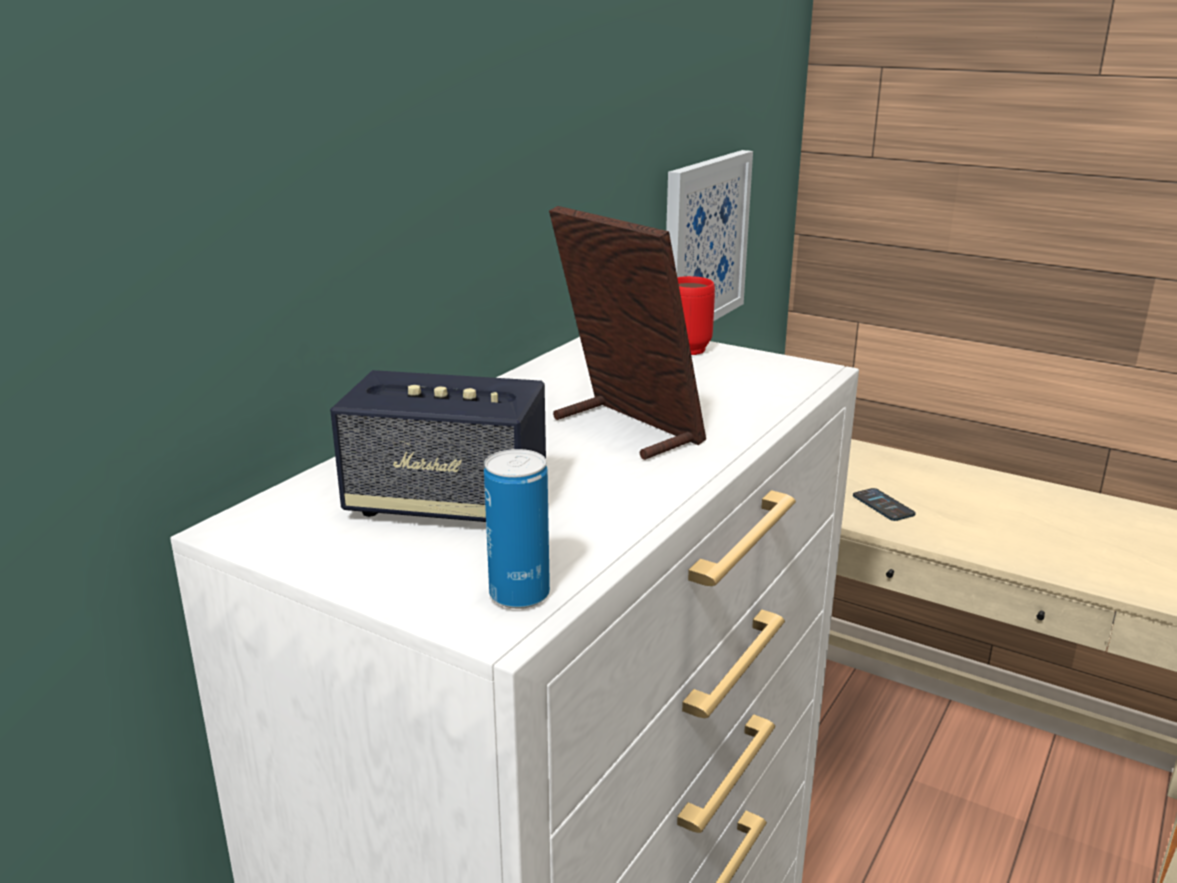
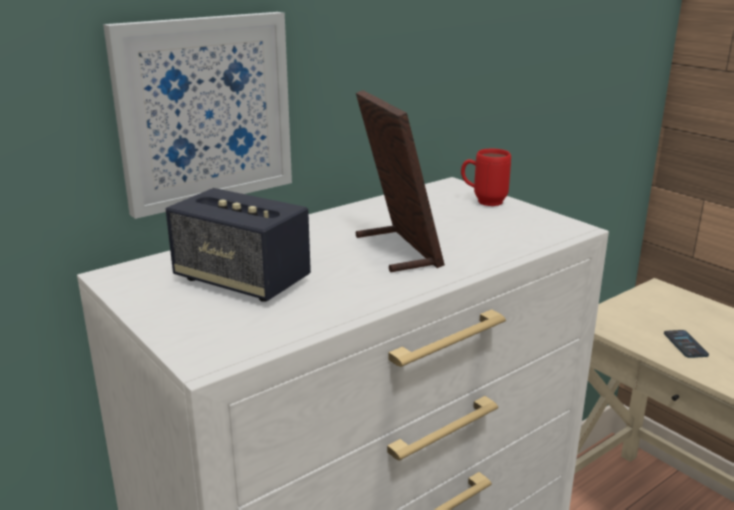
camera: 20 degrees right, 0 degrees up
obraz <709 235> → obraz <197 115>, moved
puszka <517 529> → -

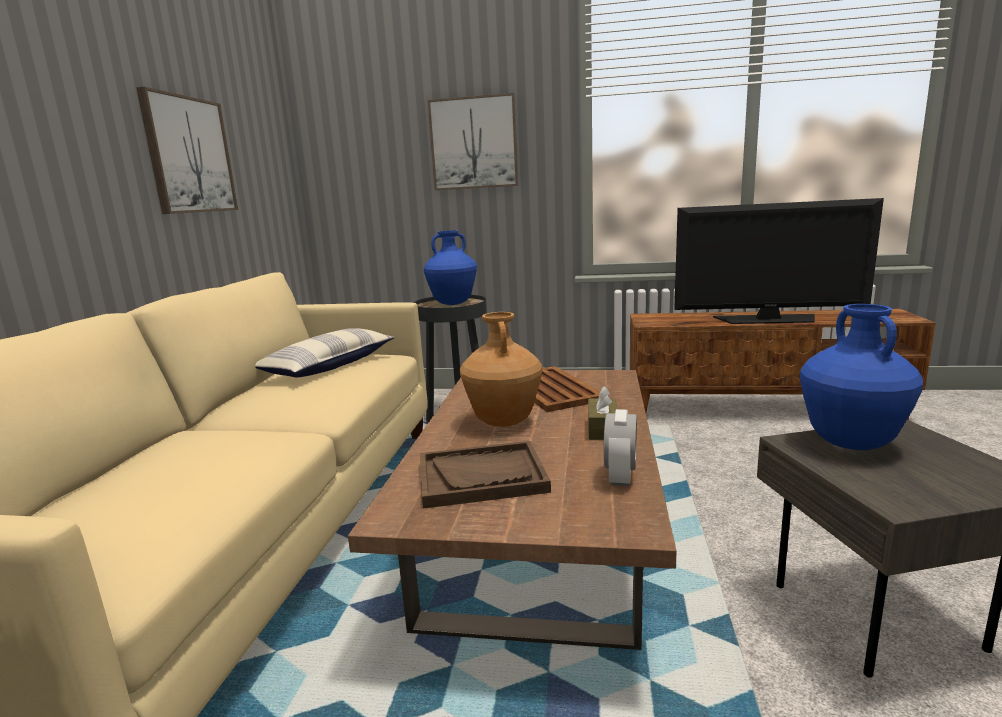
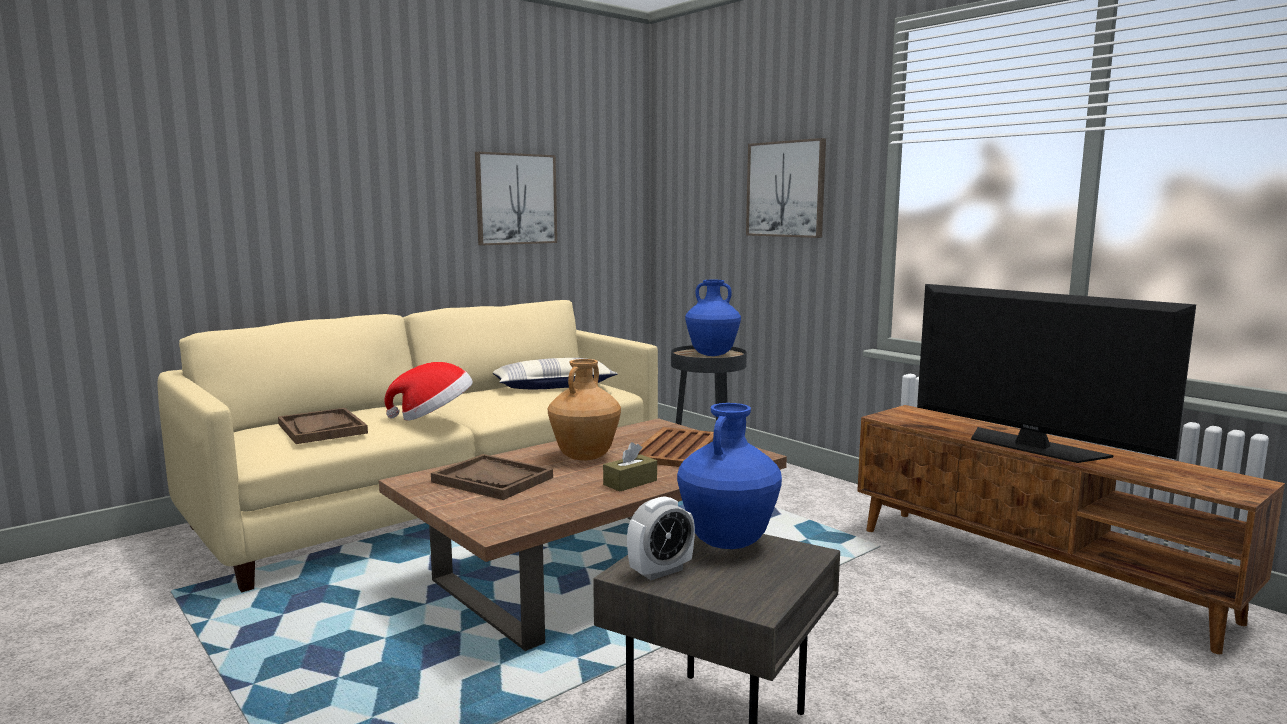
camera: 40 degrees right, 5 degrees down
- → taca/brązowy <323 426>
- → kapelusz <429 391>
budzik <620 448> → budzik <661 538>, moved

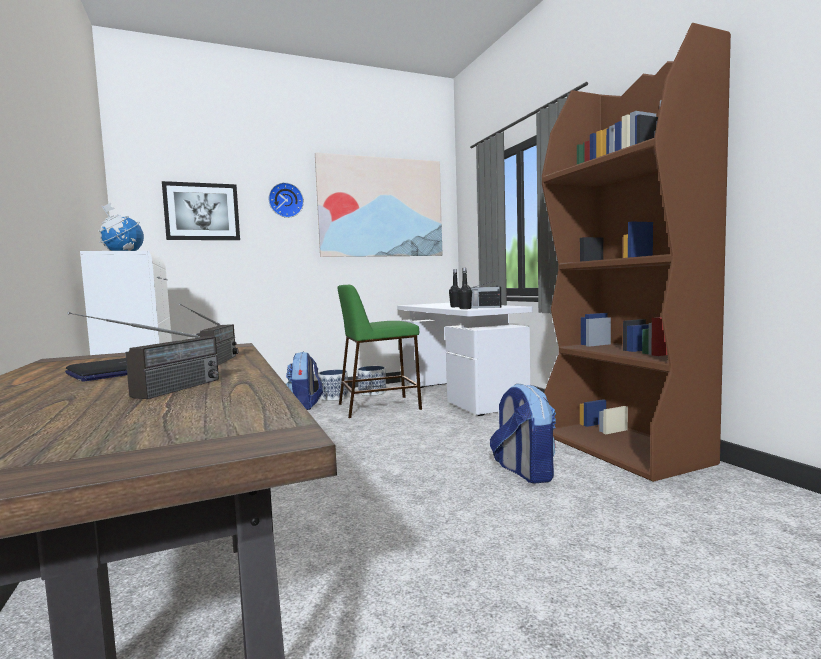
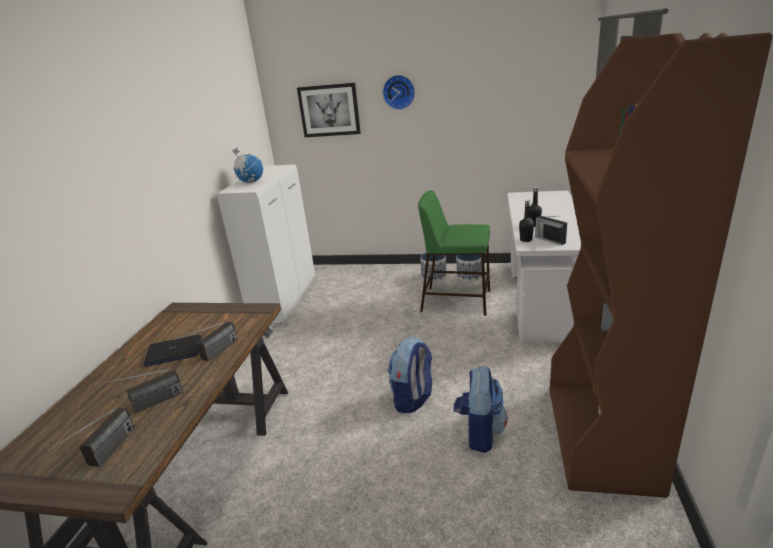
camera: 35 degrees right, 20 degrees up
- → radio <90 437>
plecak <304 381> → plecak <410 375>, moved
obraz <378 204> → -

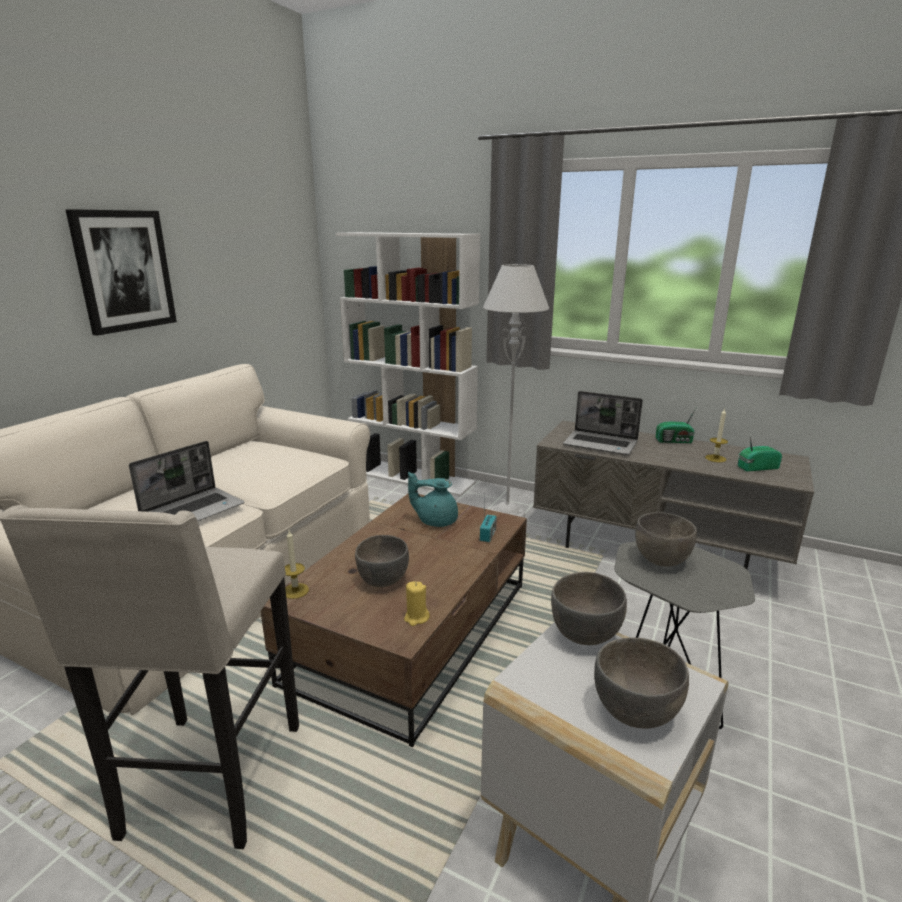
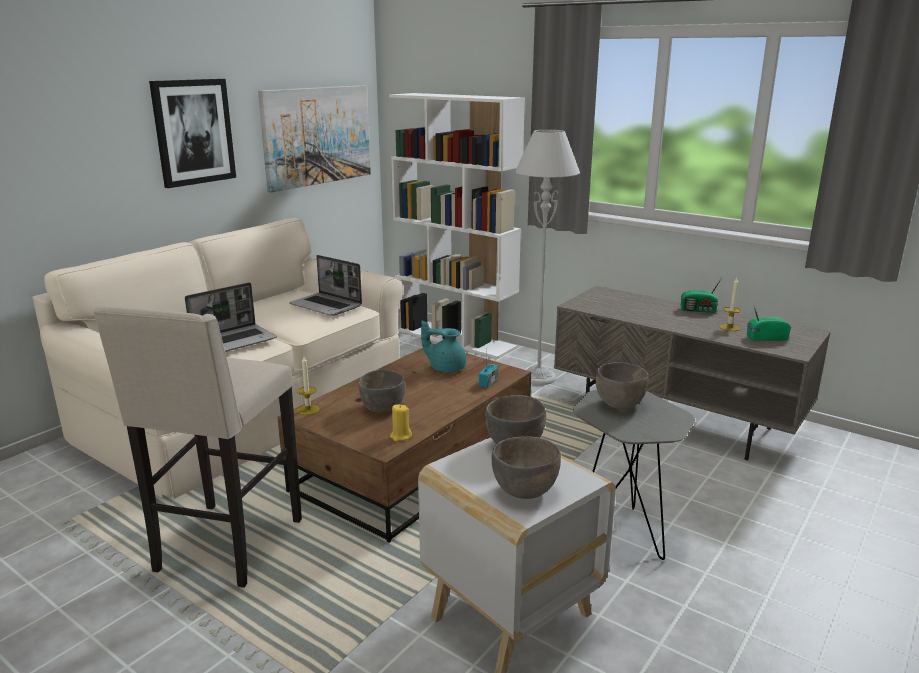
camera: 10 degrees right, 0 degrees up
- → obraz <314 139>
laptop <603 423> → laptop <325 285>, moved

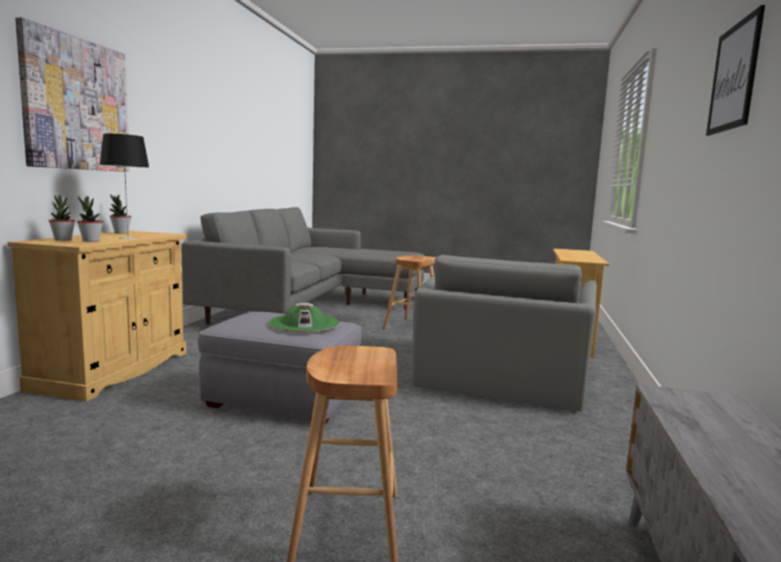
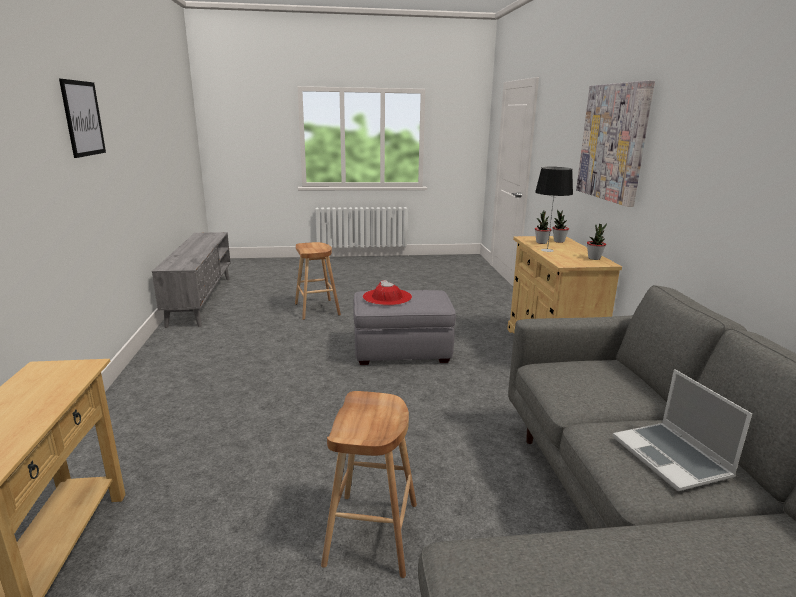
camera: 160 degrees right, 10 degrees up
kapelusz/zielony <303 317> → kapelusz/czerwony <387 292>
- → laptop <682 430>
fotel/szary <504 333> → -

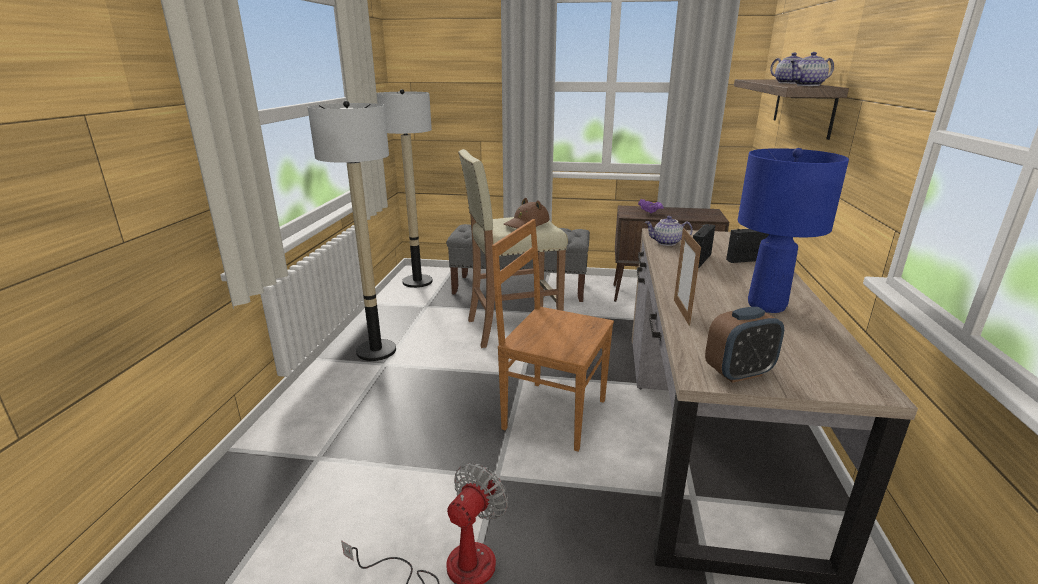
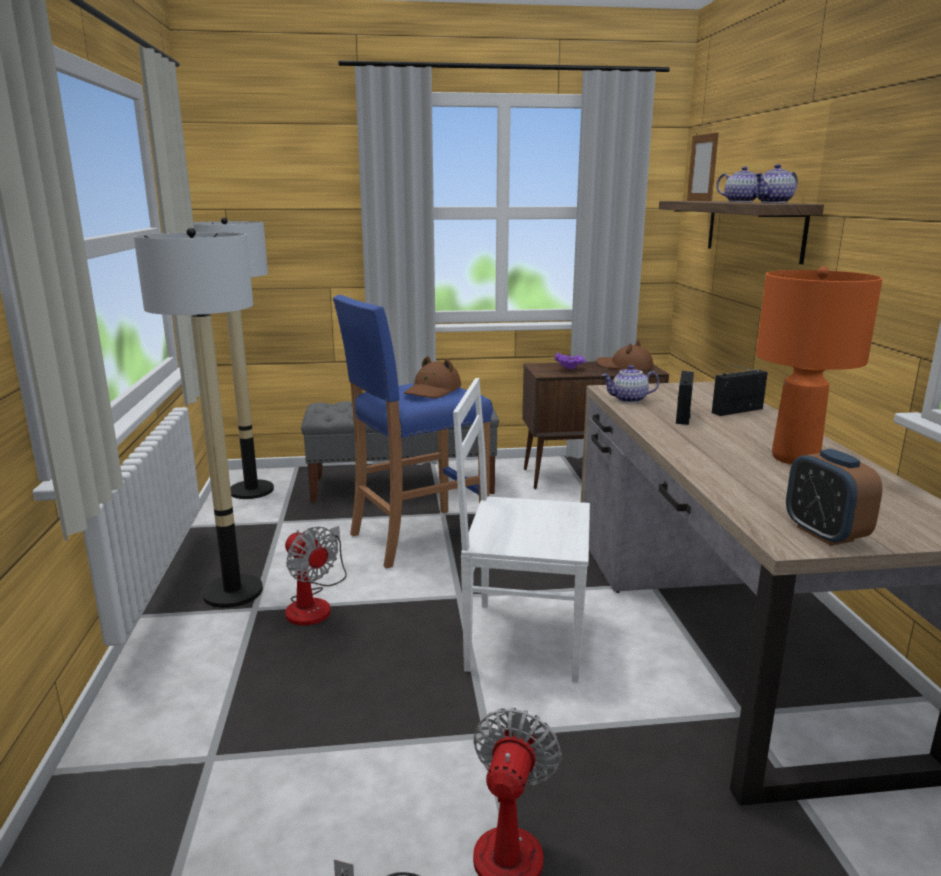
camera: 15 degrees left, 5 degrees down
- → wentylator <316 575>
stołek/beżowy <513 248> → stołek/niebieski <413 432>
krzesło/brązowy <553 335> → krzesło/biały <521 530>
- → kapelusz/brązowy <625 355>
ramka na zdjęcie <687 277> → ramka na zdjęcie <703 166>, moved
lampa stołowa/niebieski <793 230> → lampa stołowa/pomarańczowy <819 366>
budzik <744 345> → budzik <834 497>, 105 degrees clockwise

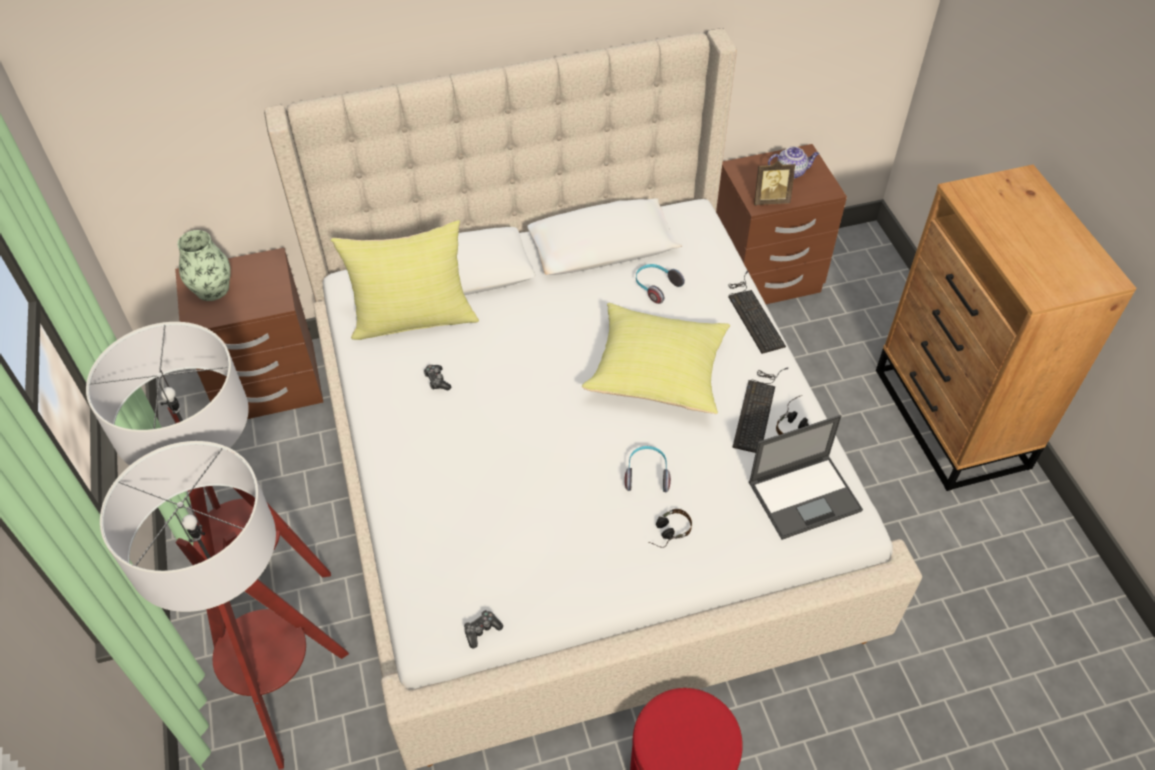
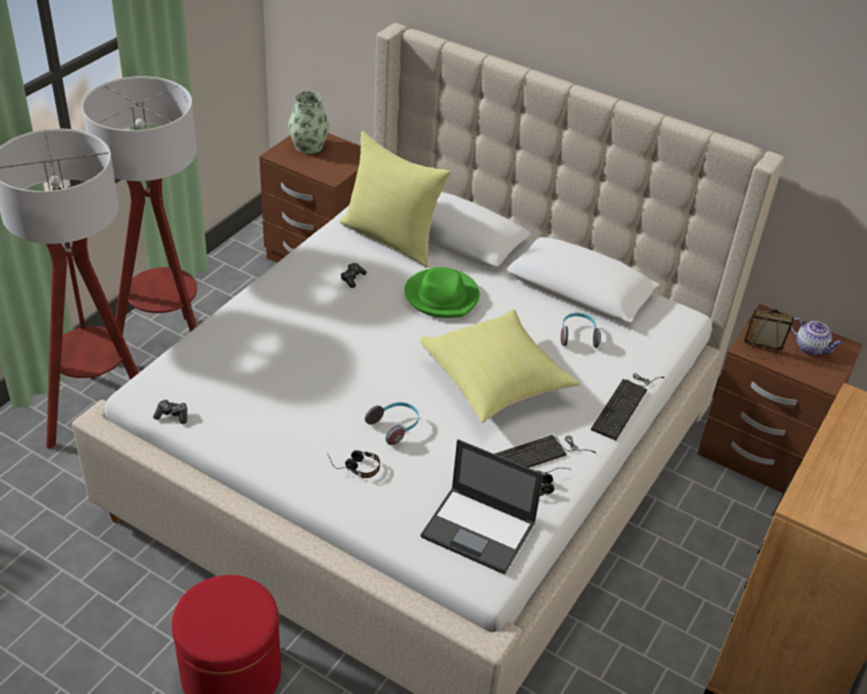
camera: 45 degrees right, 10 degrees down
- → kapelusz/zielony <442 292>
ramka na zdjęcie <775 183> → ramka na zdjęcie <769 335>, 150 degrees clockwise

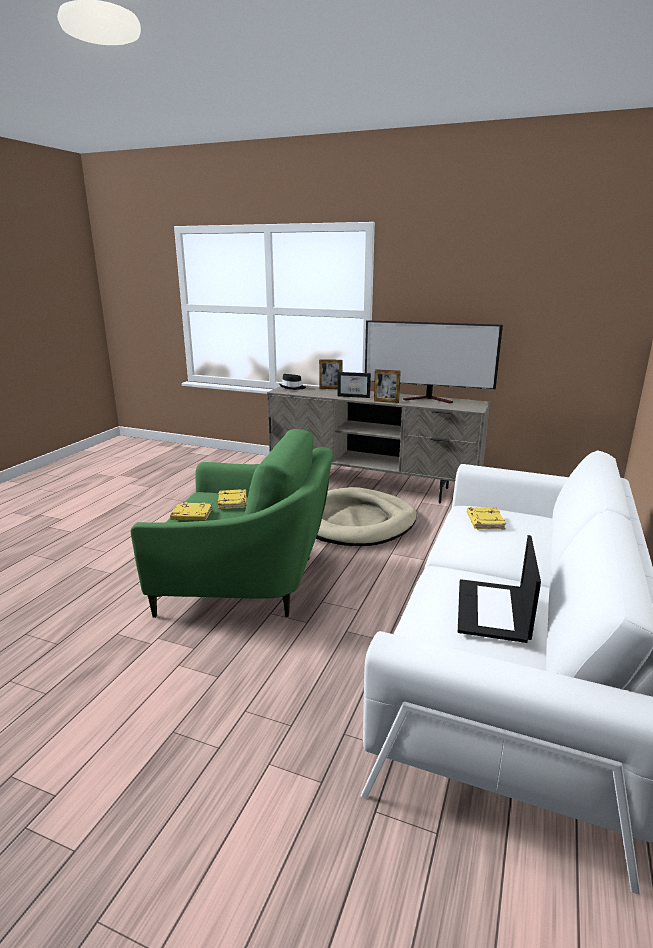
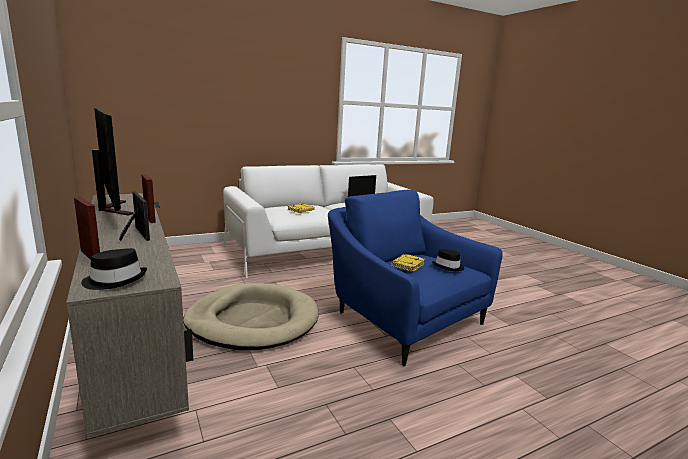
camera: 140 degrees left, 5 degrees down
fotel/zielony <232 523> → fotel/niebieski <415 278>
książka/żółty <191 511> → kapelusz/czarny <448 260>

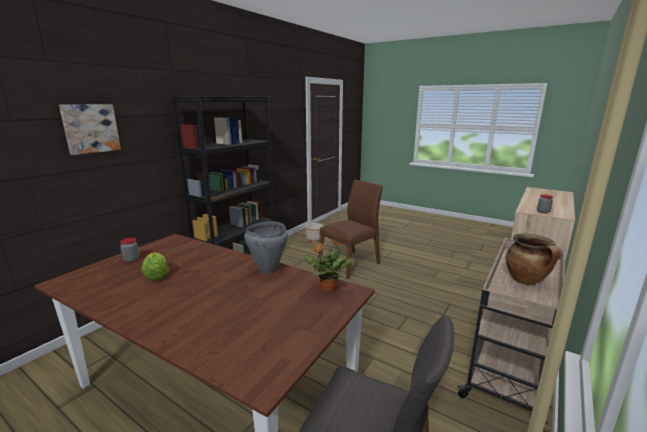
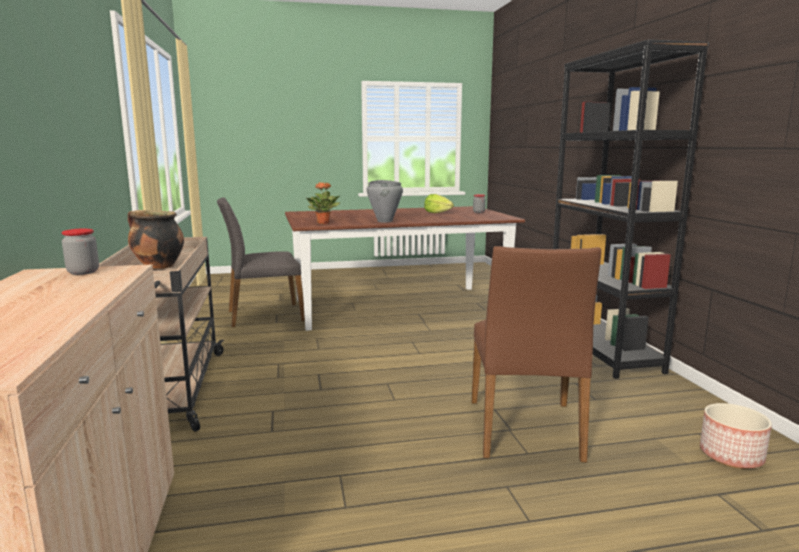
camera: 135 degrees right, 5 degrees down
obraz <90 129> → -

